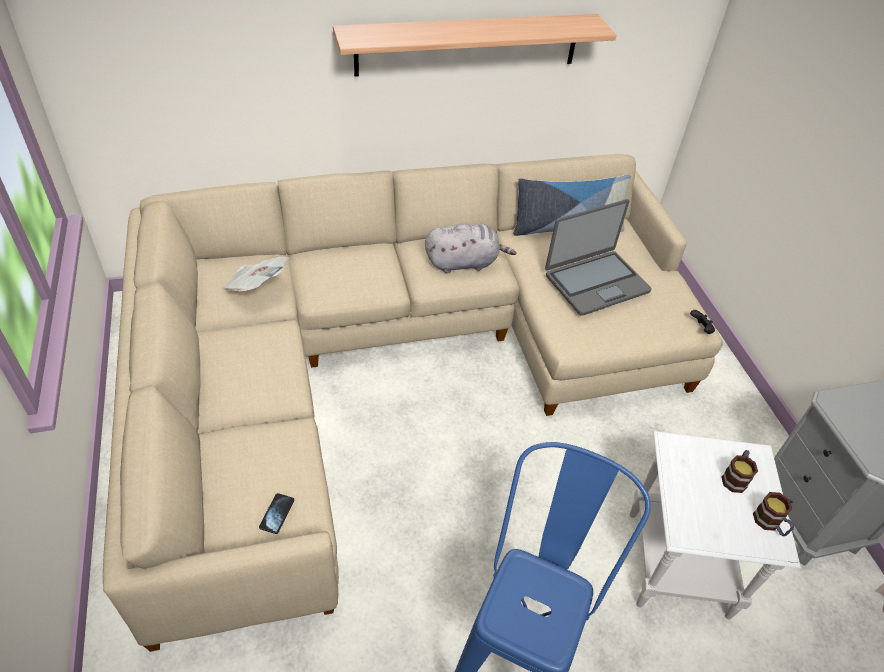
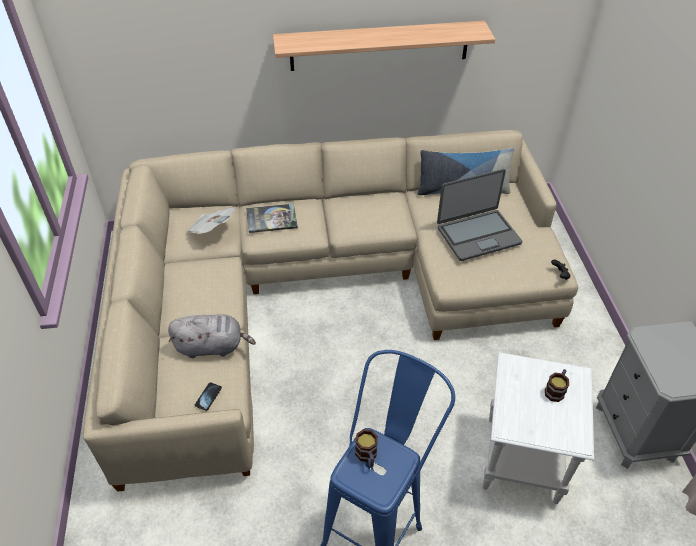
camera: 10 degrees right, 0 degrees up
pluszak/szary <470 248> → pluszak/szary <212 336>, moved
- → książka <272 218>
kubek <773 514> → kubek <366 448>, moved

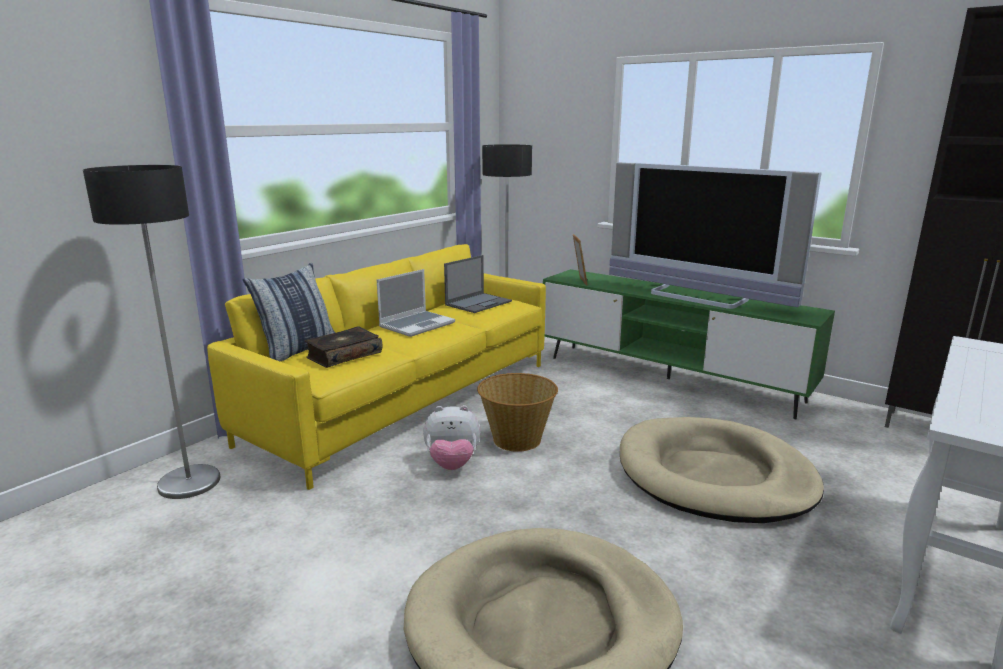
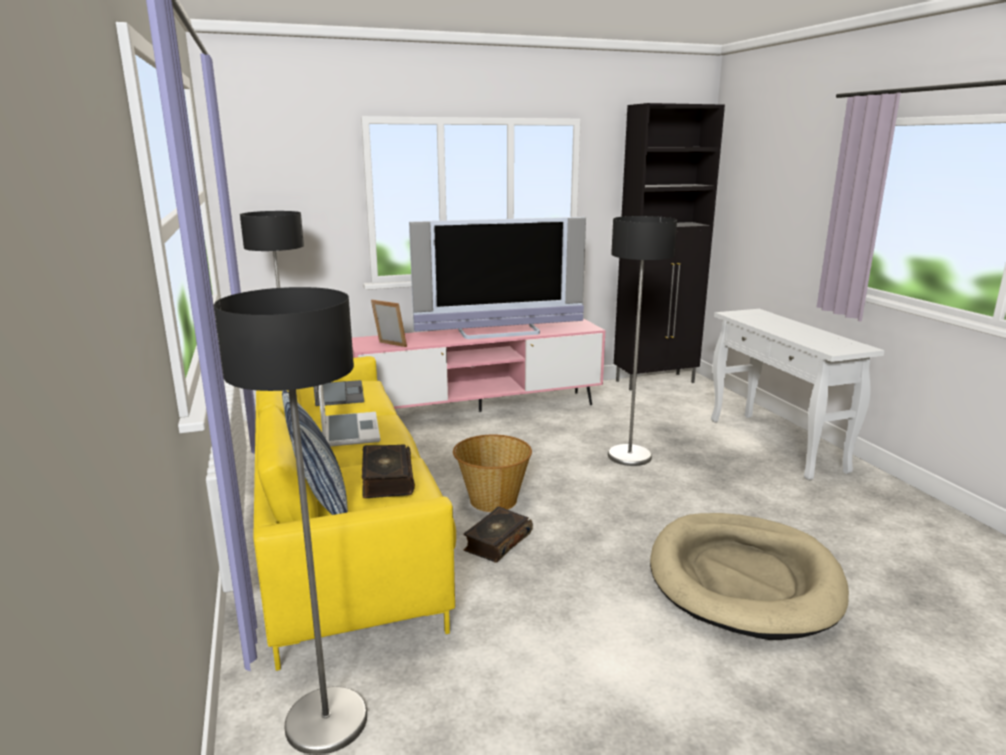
camera: 55 degrees left, 0 degrees up
szafka pod telewizor/zielony <689 344> → szafka pod telewizor/różowy <478 365>
pluszak <451 437> → książka <498 535>
legowisko/beżowy <722 470> → lampa stojąca <642 341>

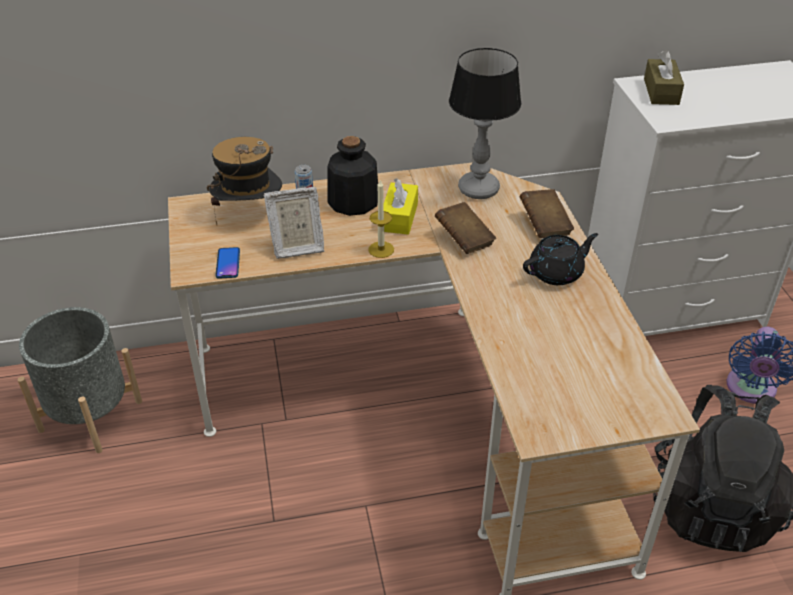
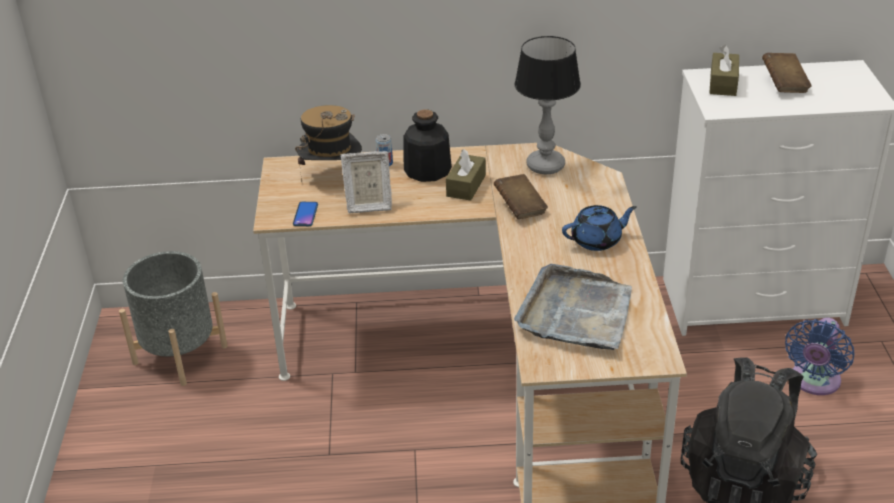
camera: 10 degrees right, 5 degrees down
pudełko chusteczek/żółty <401 206> → pudełko chusteczek/brązowy <466 175>
- → taca/szary <573 307>
imbryk/czarny <560 259> → imbryk/niebieski <599 228>
książka/brązowy <546 213> → książka/brązowy <787 73>, moved
świeca <381 219> → -

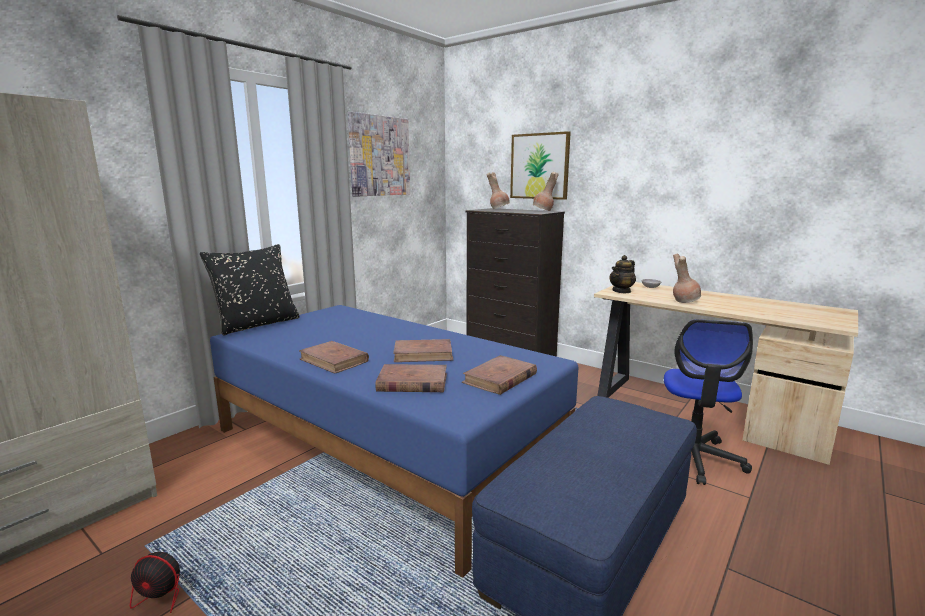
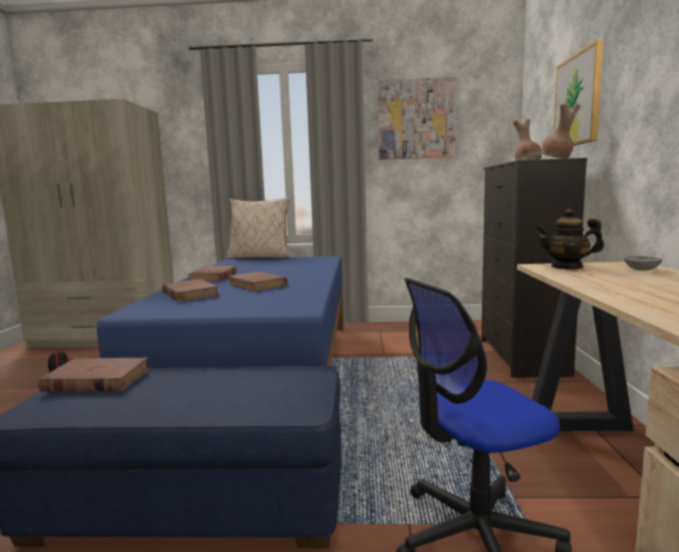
camera: 55 degrees right, 5 degrees down
książka/brązowy <499 375> → książka/brązowy <94 375>, moved
poduszka/czarny <249 289> → poduszka/beżowy <258 228>
wazon/brązowy <687 278> → -

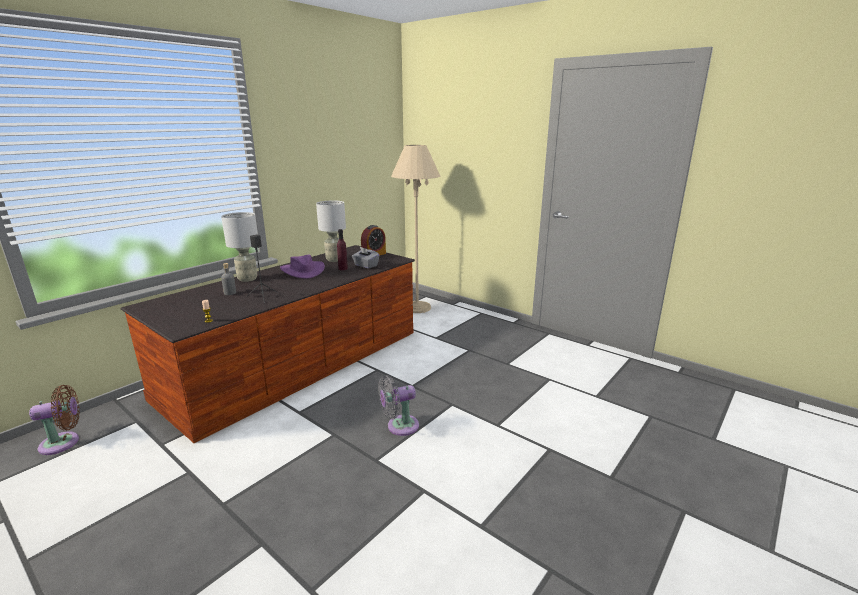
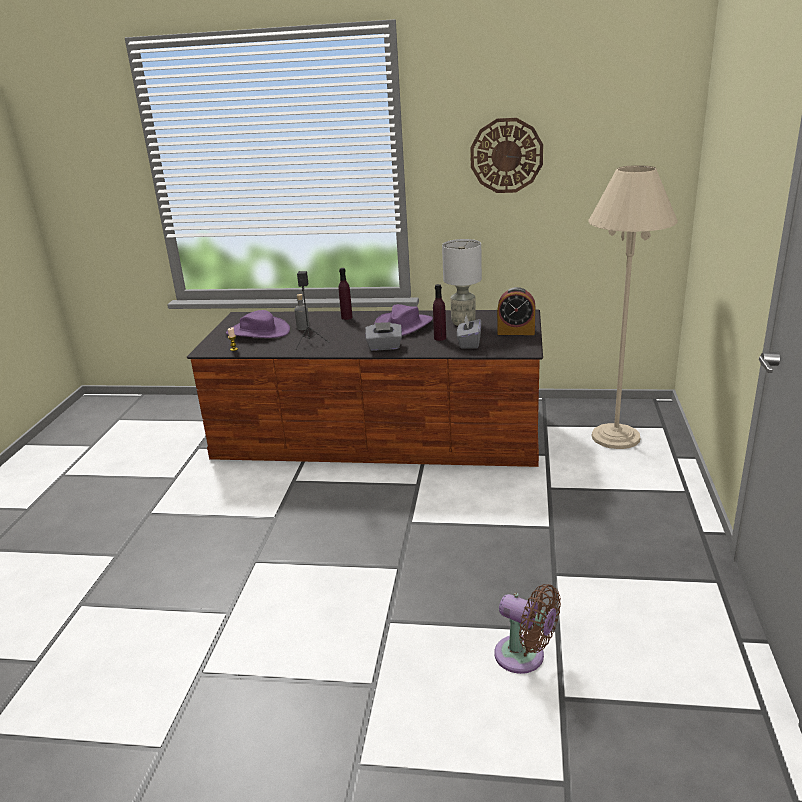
camera: 60 degrees right, 5 degrees up
- → kapelusz/fioletowy <258 324>
lampa stołowa/szary <239 247> → butelka/fioletowy <346 294>
- → pudełko chusteczek/szary <383 336>
- → zegar ścienny <506 155>
wentylator/brązowy <54 420> → wentylator/brązowy <528 629>, moved
wentylator/szary <398 405> → -

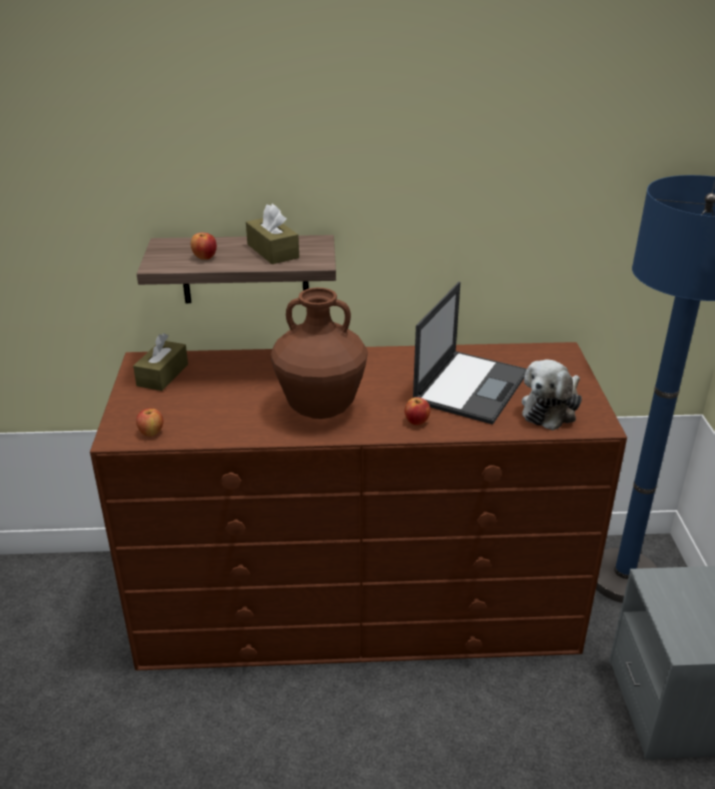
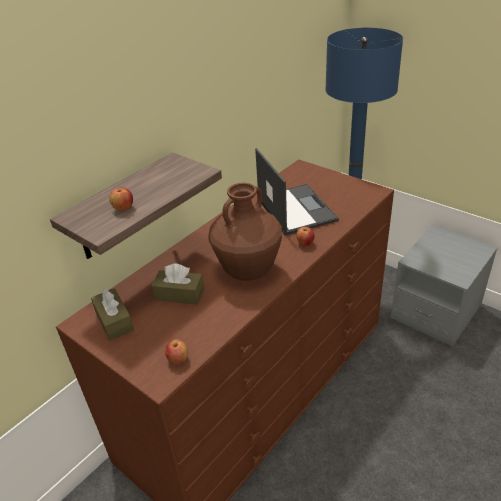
camera: 45 degrees left, 5 degrees up
pudełko chusteczek/brązowy <272 234> → pudełko chusteczek/brązowy <177 284>, moved
pluszak <552 394> → -

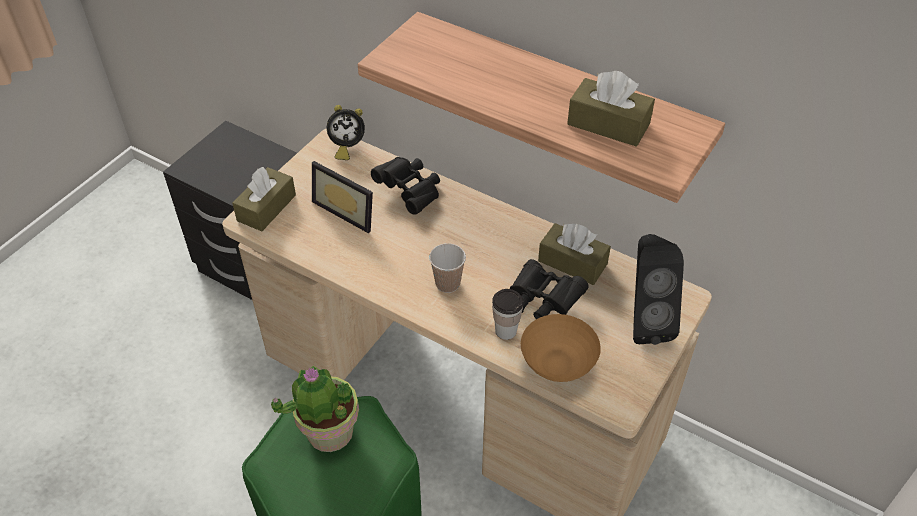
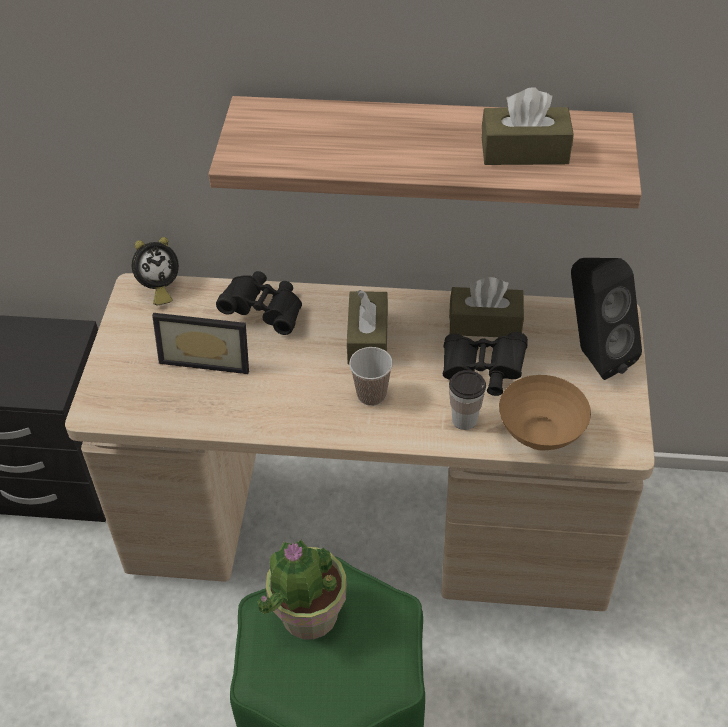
camera: 25 degrees left, 0 degrees up
pudełko chusteczek/brązowy <264 199> → pudełko chusteczek/brązowy <367 327>, moved

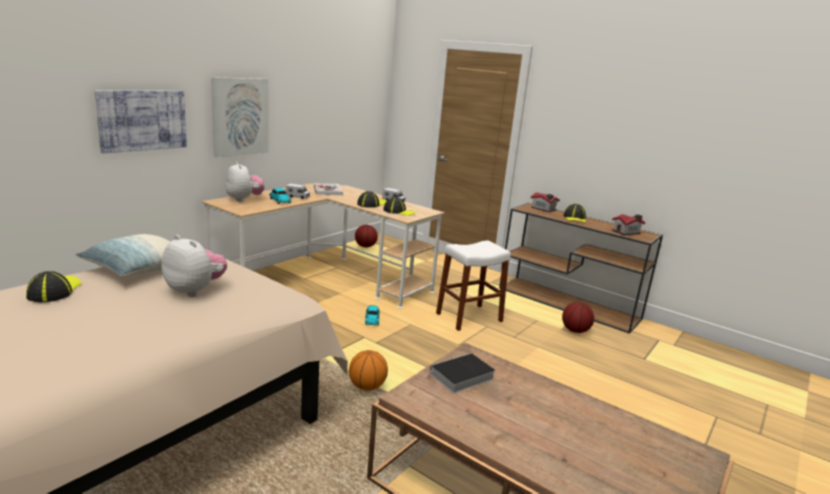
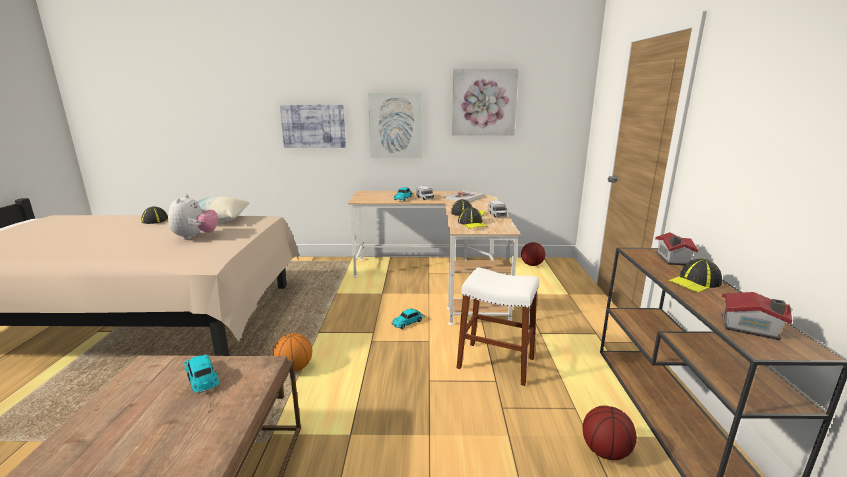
camera: 55 degrees right, 0 degrees up
książka <459 373> → samochodzik <202 374>
- → obraz <485 102>
pluszak <245 182> → -

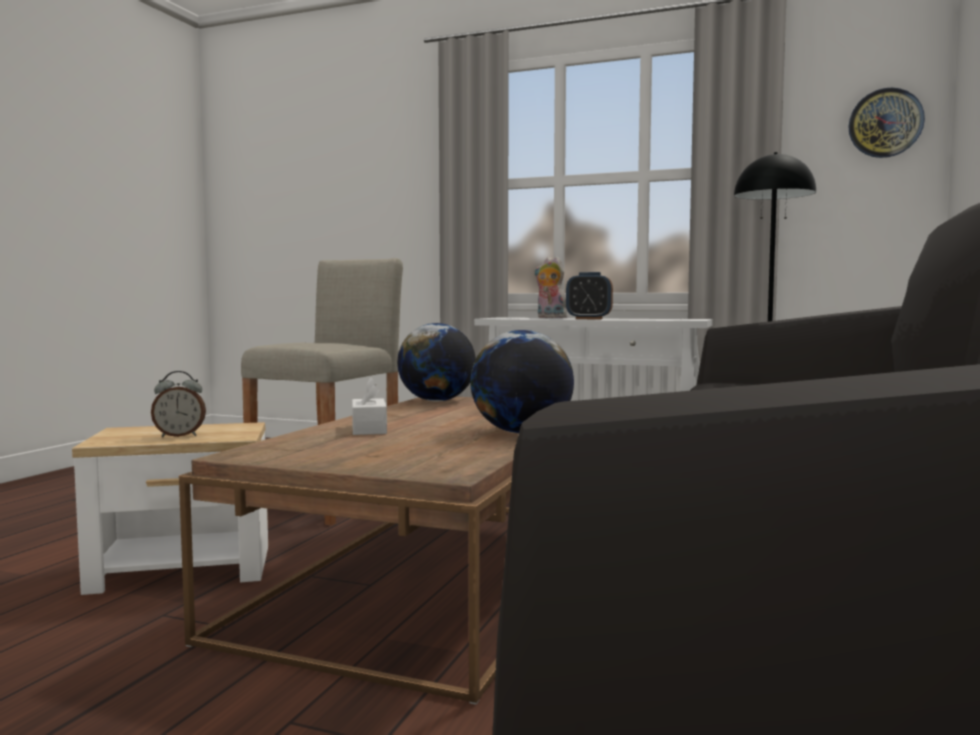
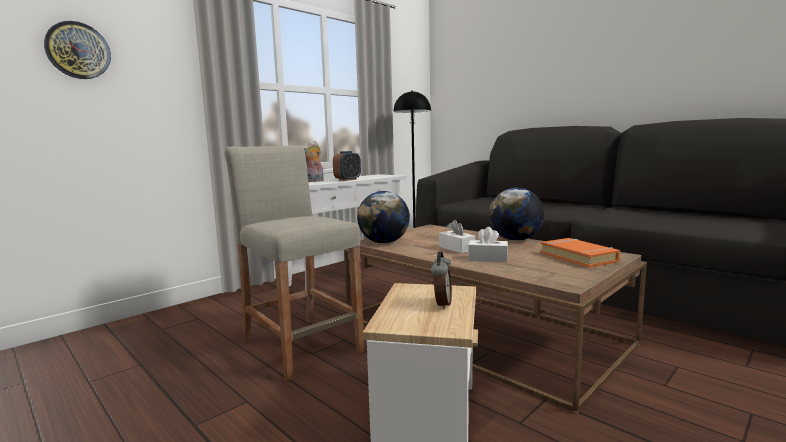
camera: 65 degrees left, 5 degrees up
zegar ścienny <886 123> → zegar ścienny <77 50>, moved
- → pudełko chusteczek/biały <457 236>
- → książka/pomarańczowy <580 253>

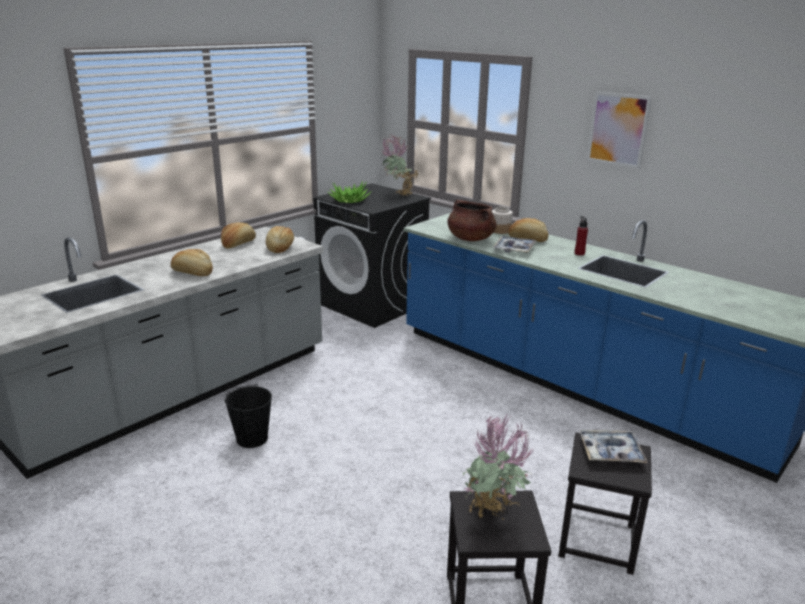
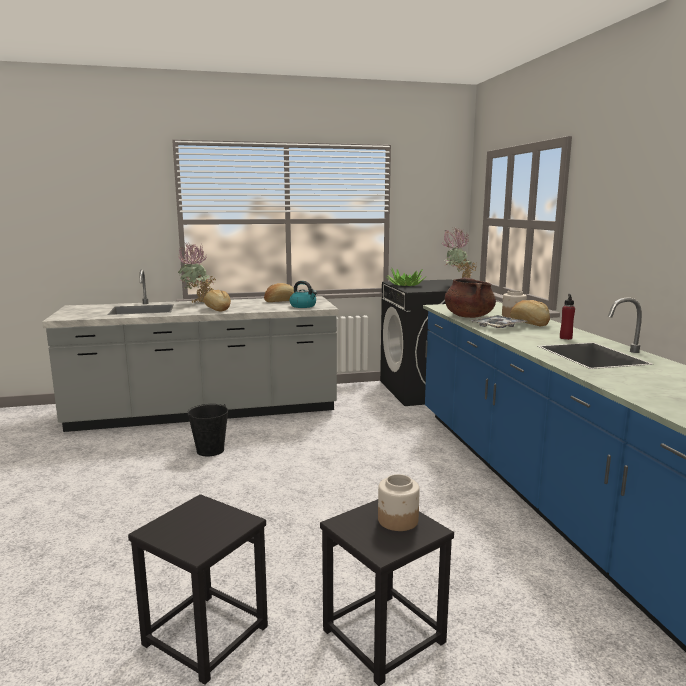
camera: 35 degrees right, 10 degrees down
roślina doniczkowa <498 465> → roślina doniczkowa <197 272>, moved
chleb <280 239> → czajnik <303 294>
taca <613 446> → słoik <399 502>
obraz <619 130> → -

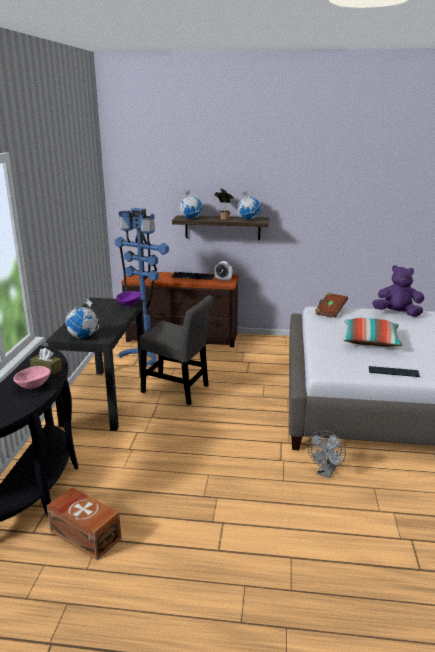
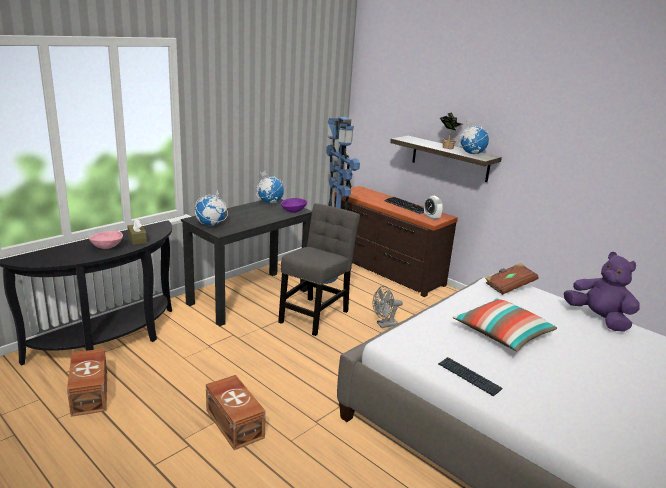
camera: 35 degrees right, 0 degrees up
- → pojemnik do przechowywania/brązowy <236 412>
globus <190 204> → globus <270 187>, moved
krzesło/szary <176 350> → krzesło/szary <319 269>, 120 degrees counterclockwise
wentylator/szary <326 454> → wentylator/szary <388 307>, moved

